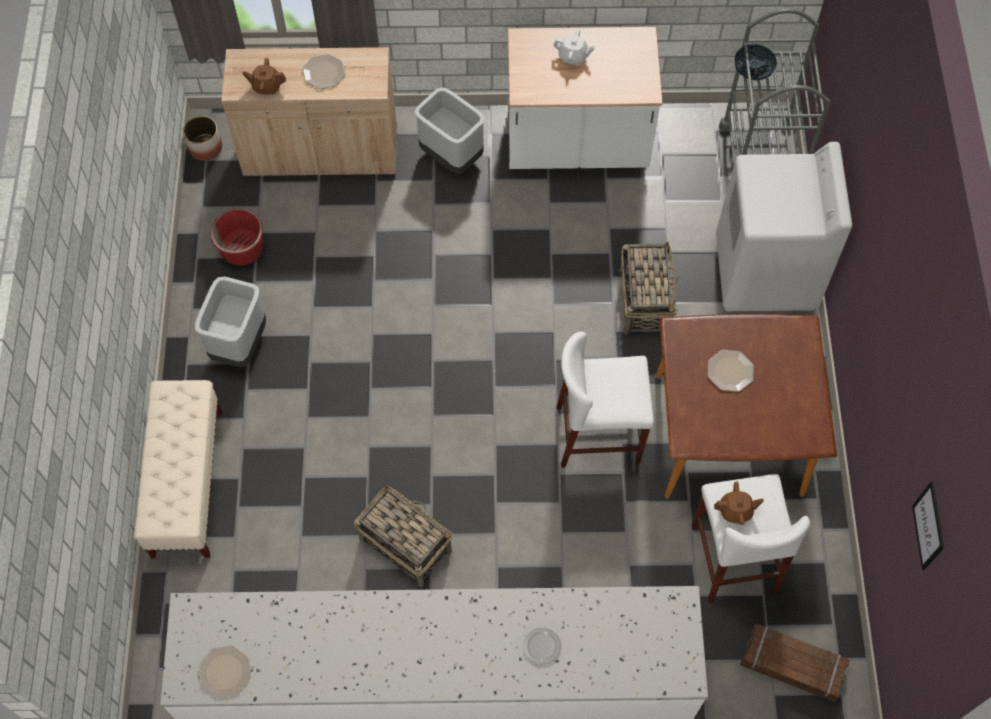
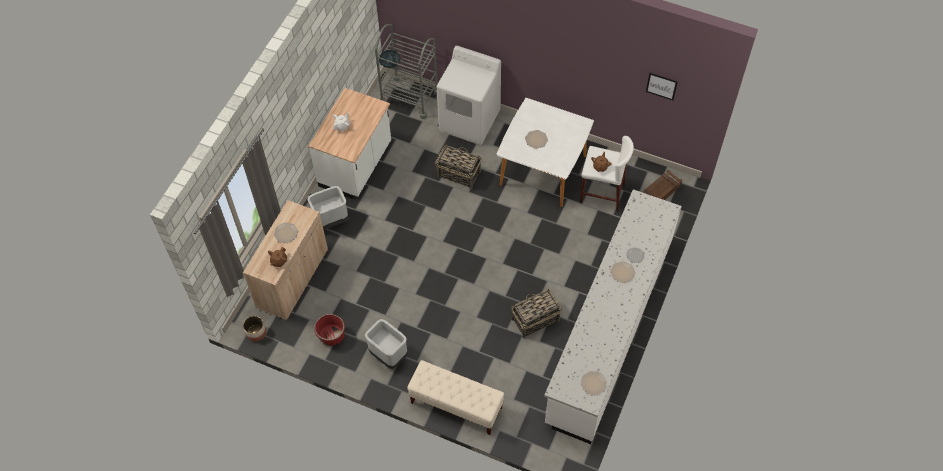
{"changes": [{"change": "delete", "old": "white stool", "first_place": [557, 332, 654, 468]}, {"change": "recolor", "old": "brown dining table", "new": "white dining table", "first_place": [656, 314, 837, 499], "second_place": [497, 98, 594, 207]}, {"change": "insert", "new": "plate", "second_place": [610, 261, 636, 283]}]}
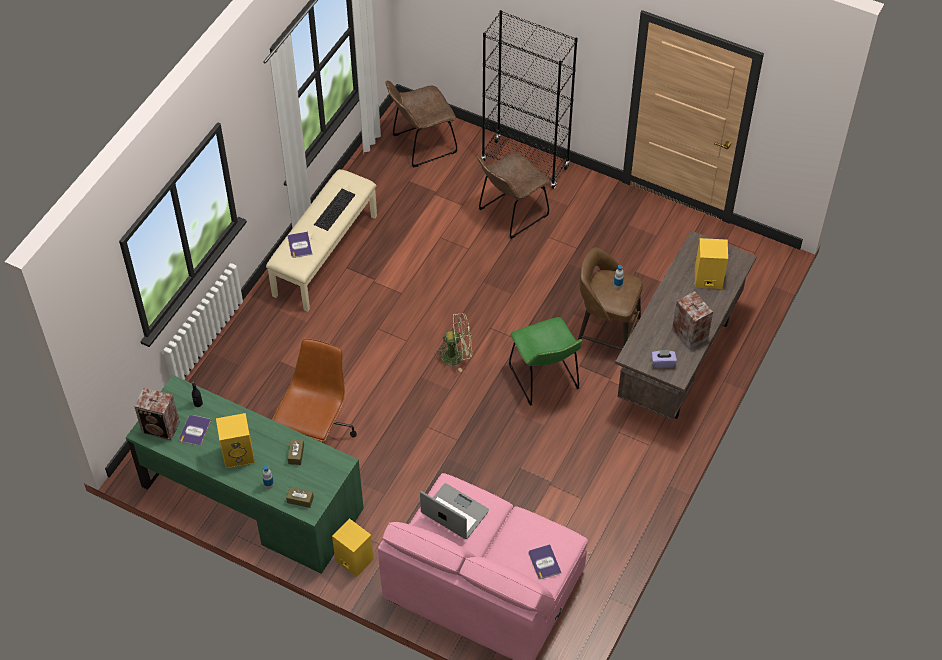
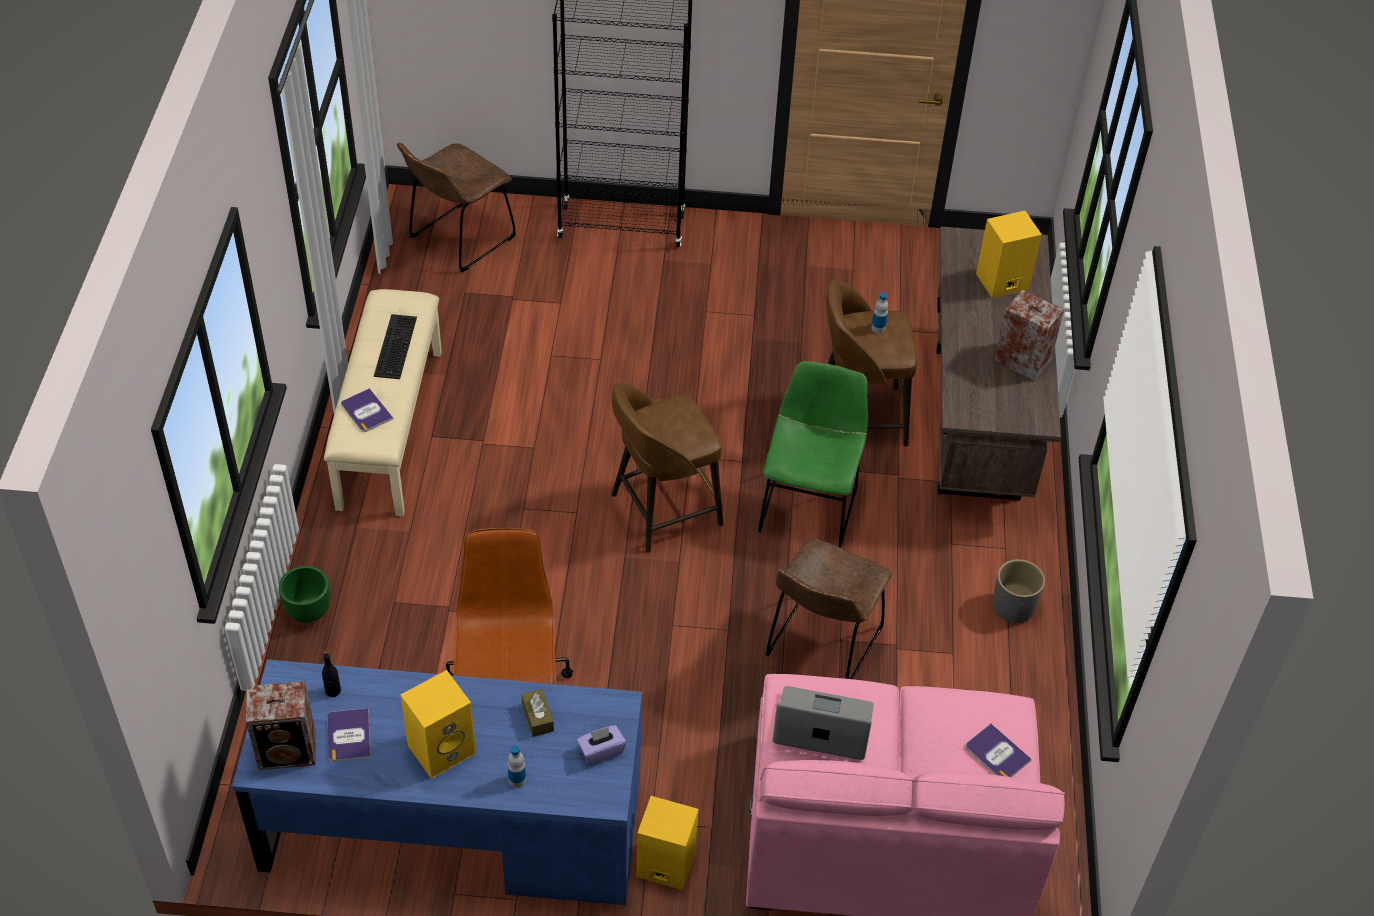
{"changes": [{"change": "recolor", "old": "green desk", "new": "blue desk", "first_place": [126, 375, 364, 574], "second_place": [232, 659, 642, 905]}, {"change": "delete", "old": "brown tissue box", "first_place": [286, 487, 314, 508]}, {"change": "replace", "old": "green fan", "new": "brown stool", "first_place": [434, 313, 472, 372], "second_place": [611, 383, 723, 553]}, {"change": "move", "old": "brown chair", "first_place": [477, 152, 550, 239], "second_place": [766, 538, 893, 679]}, {"change": "rotate", "old": "green chair", "first_place": [509, 317, 582, 406], "second_place": [758, 361, 868, 548], "degrees": -120}, {"change": "move", "old": "purple tissue box", "first_place": [652, 350, 677, 368], "second_place": [577, 725, 626, 765]}, {"change": "insert", "new": "green planter", "second_place": [279, 566, 330, 623]}, {"change": "insert", "new": "grey planter", "second_place": [993, 559, 1045, 624]}]}
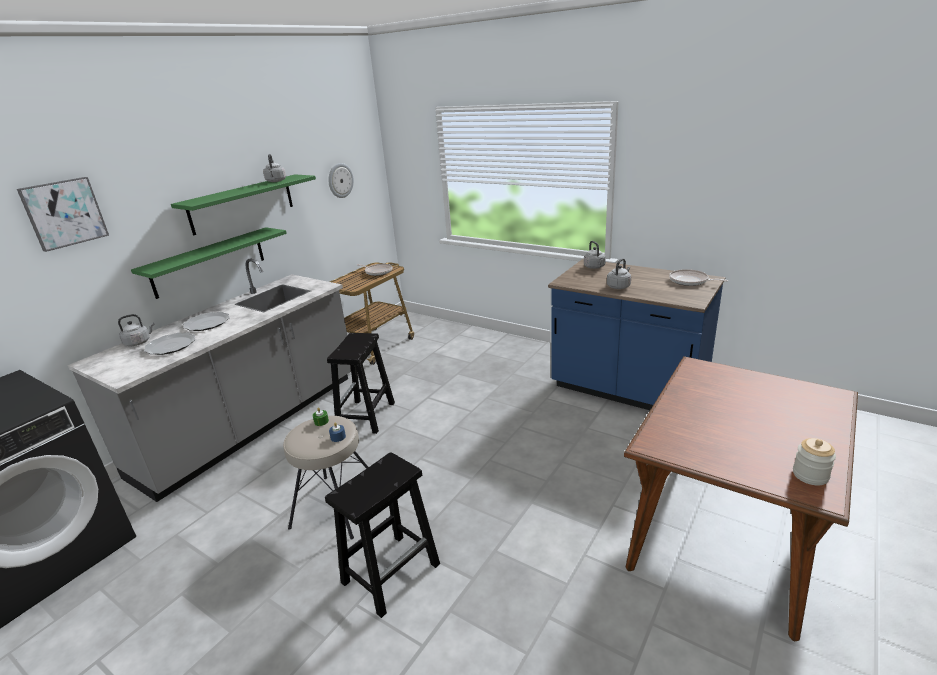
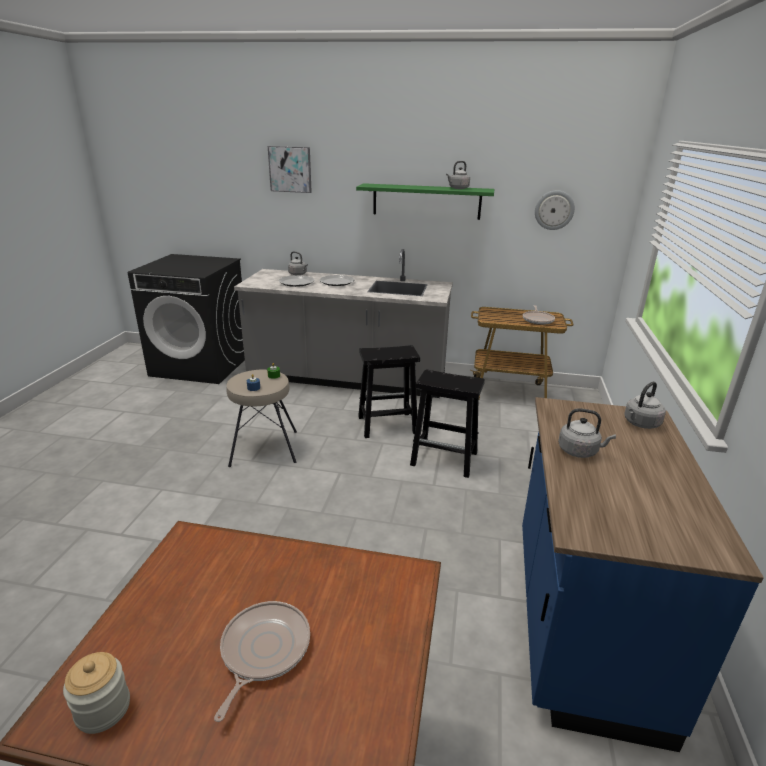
{"changes": [{"change": "delete", "old": "green shelf", "first_place": [131, 227, 287, 299]}, {"change": "move", "old": "black stool", "first_place": [325, 452, 440, 618], "second_place": [410, 369, 485, 478]}, {"change": "move", "old": "frying pan", "first_place": [669, 269, 728, 286], "second_place": [214, 601, 310, 722]}]}
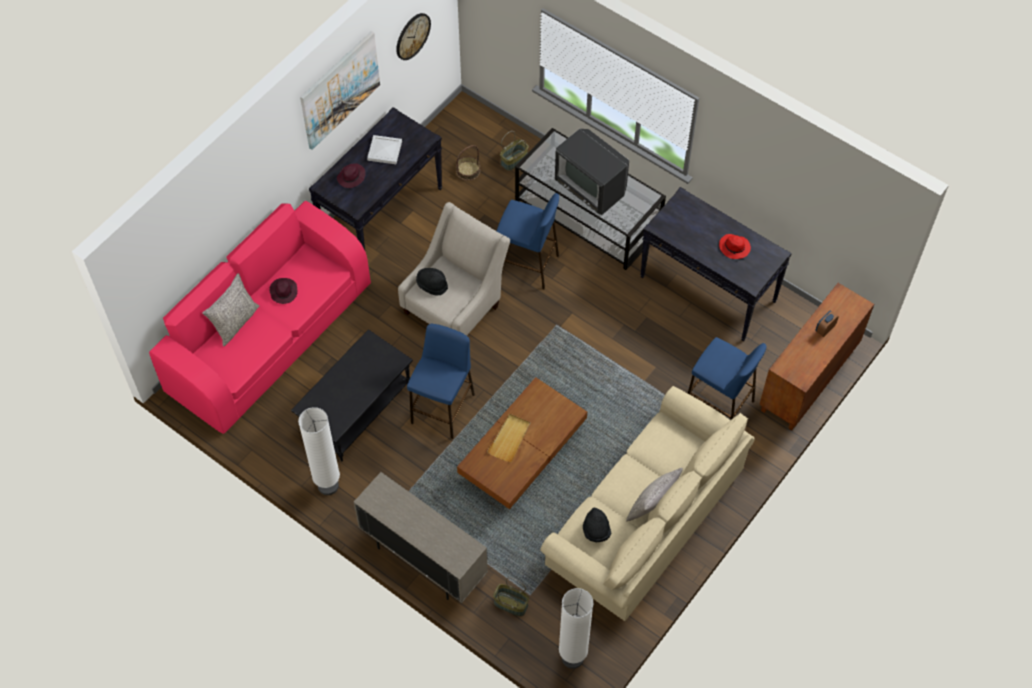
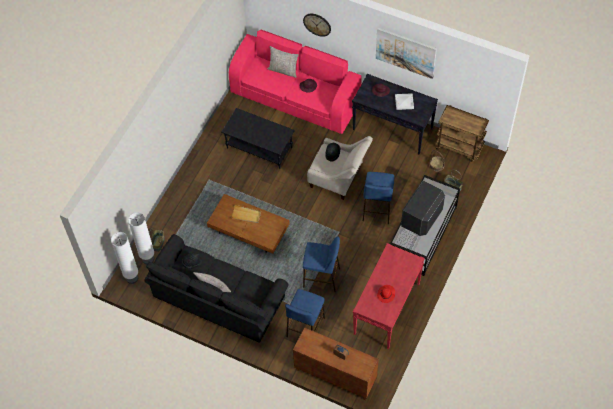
{"changes": [{"change": "move", "old": "white floor lamp", "first_place": [298, 407, 340, 495], "second_place": [128, 212, 154, 265]}, {"change": "delete", "old": "beige cabinet", "first_place": [354, 472, 488, 603]}, {"change": "move", "old": "wall clock", "first_place": [396, 13, 431, 60], "second_place": [303, 14, 331, 37]}, {"change": "move", "old": "blue stool", "first_place": [407, 324, 475, 439], "second_place": [303, 236, 340, 293]}, {"change": "recolor", "old": "beige sofa", "new": "black sofa", "first_place": [540, 386, 755, 621], "second_place": [144, 234, 289, 343]}, {"change": "recolor", "old": "black console table", "new": "red console table", "first_place": [640, 187, 792, 341], "second_place": [353, 243, 425, 349]}, {"change": "insert", "new": "brown cart", "second_place": [435, 105, 489, 162]}]}
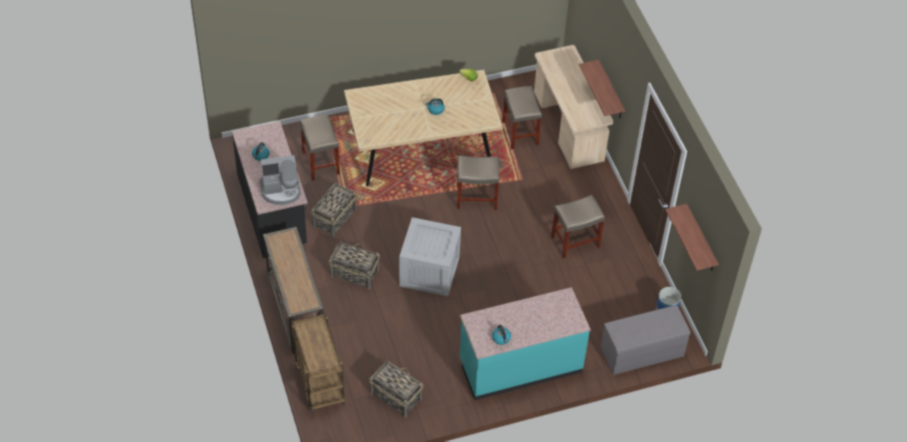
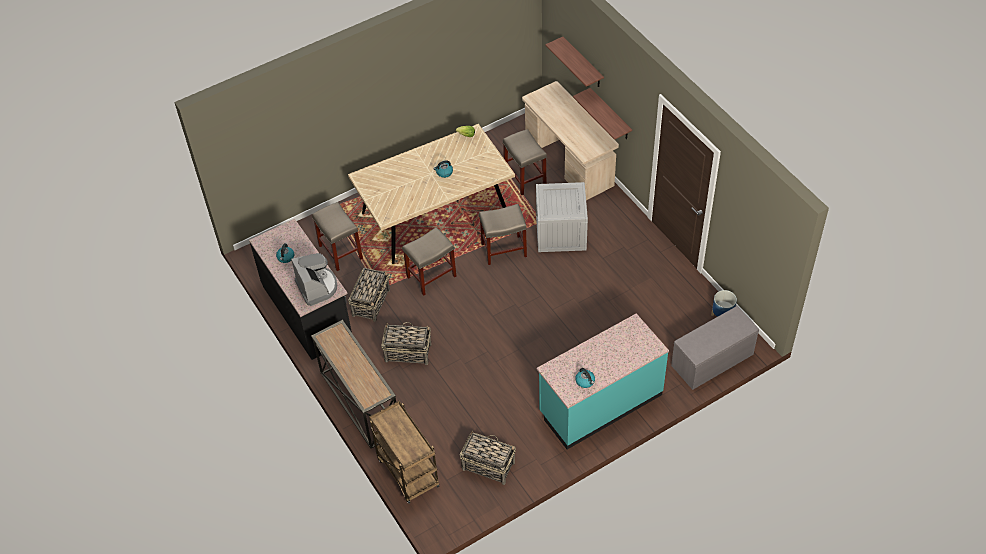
{"changes": [{"change": "rotate", "old": "coffee machine", "first_place": [259, 155, 301, 205], "second_place": [291, 253, 337, 306], "degrees": -90}, {"change": "move", "old": "crate", "first_place": [399, 217, 461, 296], "second_place": [536, 182, 588, 252]}, {"change": "move", "old": "beige stool", "first_place": [551, 195, 605, 258], "second_place": [402, 227, 456, 296]}, {"change": "move", "old": "shelf", "first_place": [665, 204, 719, 271], "second_place": [545, 37, 604, 87]}]}
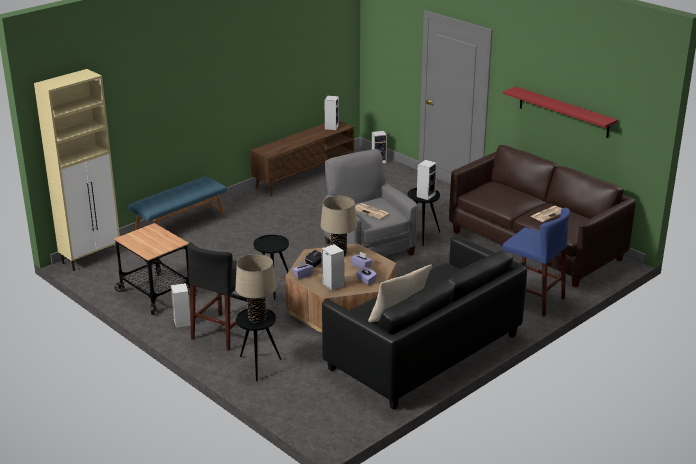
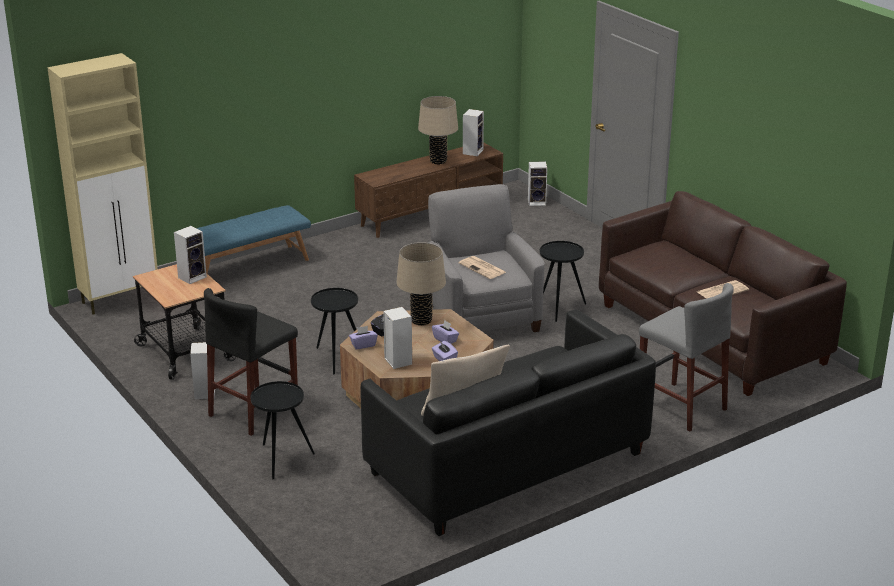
{"changes": [{"change": "move", "old": "beige table lamp", "first_place": [235, 254, 277, 323], "second_place": [418, 96, 458, 164]}, {"change": "move", "old": "speaker", "first_place": [417, 160, 437, 200], "second_place": [174, 226, 207, 284]}, {"change": "delete", "old": "red shelf", "first_place": [503, 86, 618, 138]}, {"change": "recolor", "old": "blue stool", "new": "grey stool", "first_place": [503, 208, 571, 317], "second_place": [639, 283, 734, 432]}]}
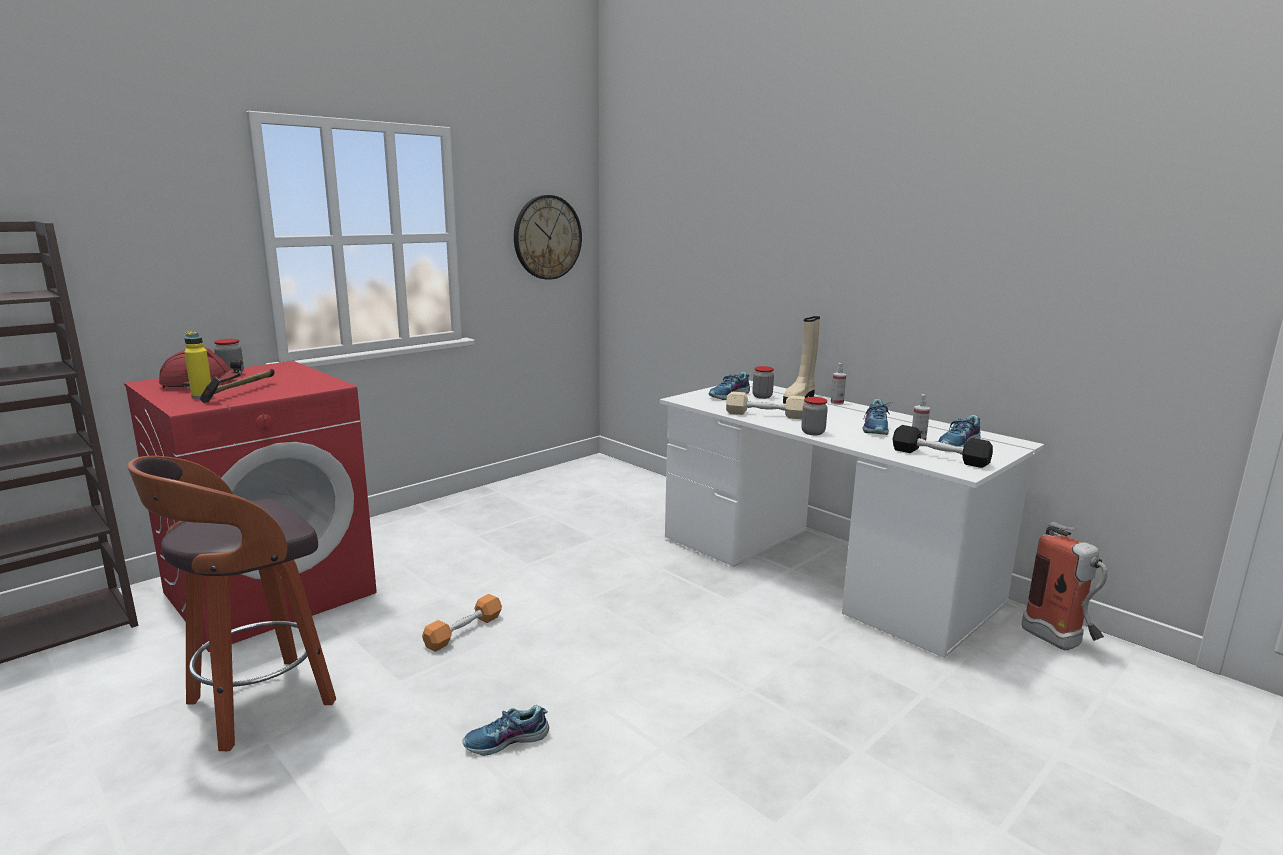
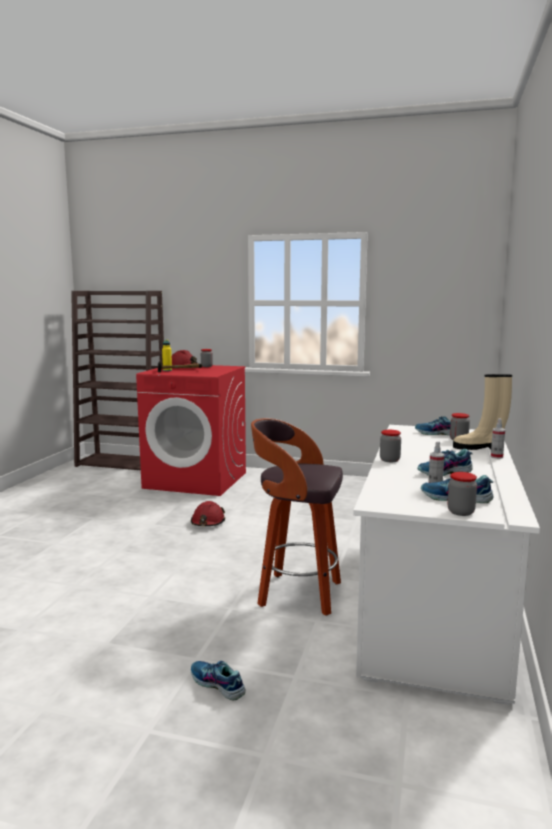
{"changes": [{"change": "move", "old": "stool", "first_place": [127, 456, 336, 752], "second_place": [251, 418, 343, 616]}, {"change": "replace", "old": "orange dumbbell", "new": "red hard hat", "first_place": [422, 594, 502, 652], "second_place": [191, 501, 225, 526]}, {"change": "move", "old": "shoe", "first_place": [463, 705, 549, 756], "second_place": [191, 661, 246, 701]}, {"change": "delete", "old": "wall clock", "first_place": [514, 195, 582, 280]}, {"change": "delete", "old": "beige dumbbell", "first_place": [726, 392, 806, 419]}, {"change": "delete", "old": "black dumbbell", "first_place": [892, 425, 993, 468]}, {"change": "delete", "old": "fire extinguisher", "first_place": [1022, 522, 1107, 650]}, {"change": "insert", "new": "jar", "second_place": [448, 472, 477, 516]}]}
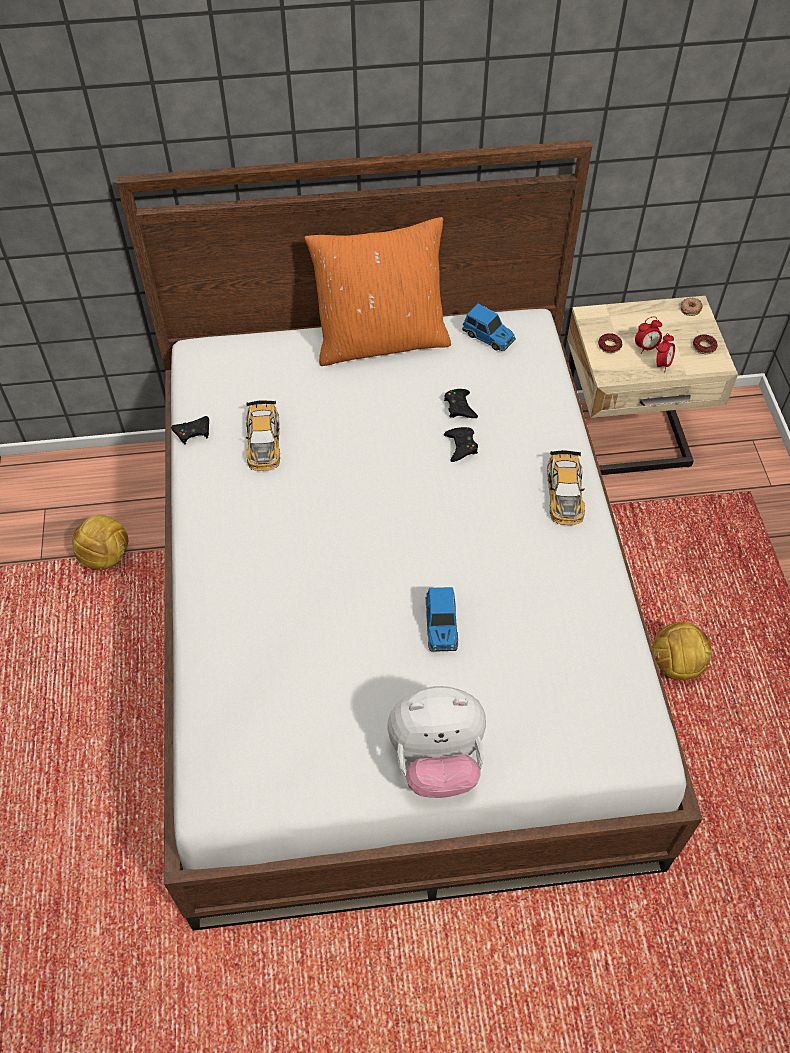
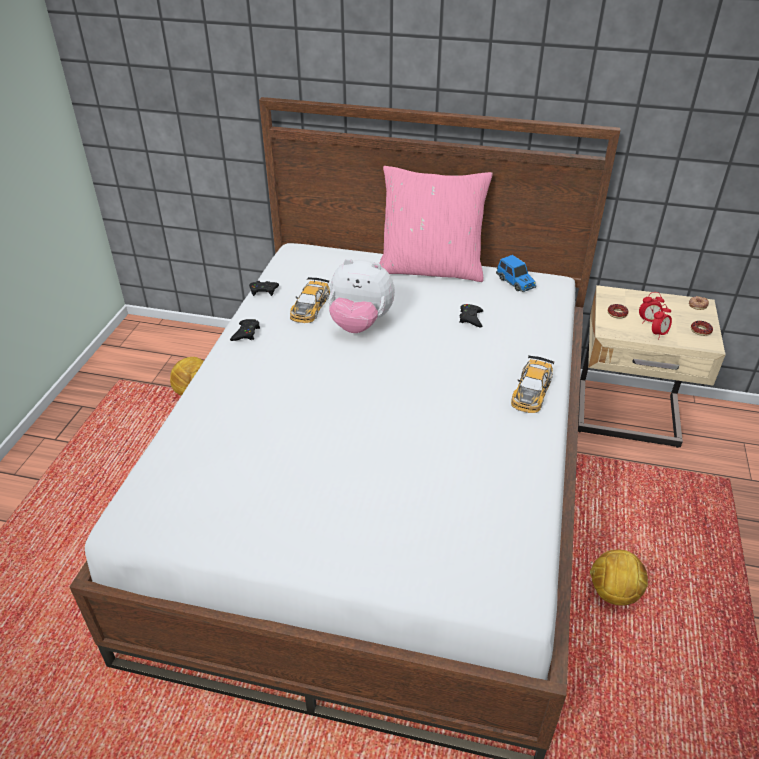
{"changes": [{"change": "recolor", "old": "orange pillow", "new": "pink pillow", "first_place": [305, 217, 451, 366], "second_place": [379, 166, 493, 282]}, {"change": "move", "old": "plush toy", "first_place": [387, 686, 486, 798], "second_place": [328, 258, 395, 333]}, {"change": "delete", "old": "toy car", "first_place": [426, 587, 458, 652]}, {"change": "move", "old": "black game controller", "first_place": [444, 427, 478, 462], "second_place": [230, 319, 260, 341]}]}
